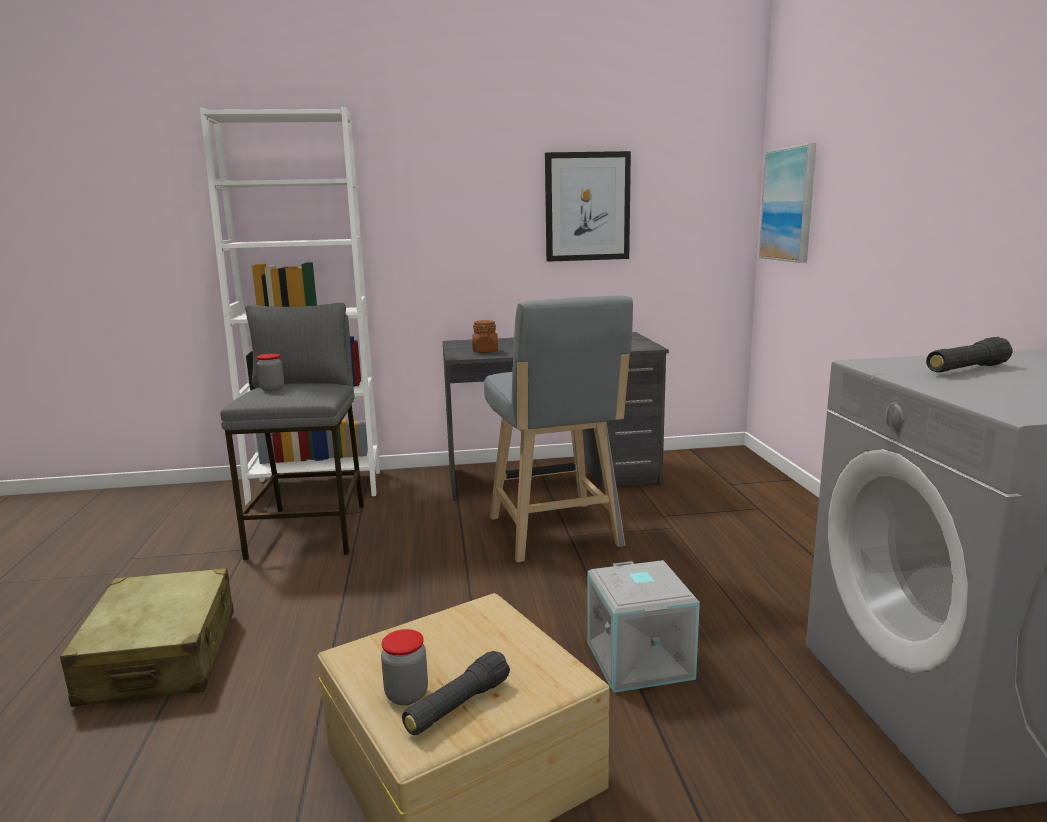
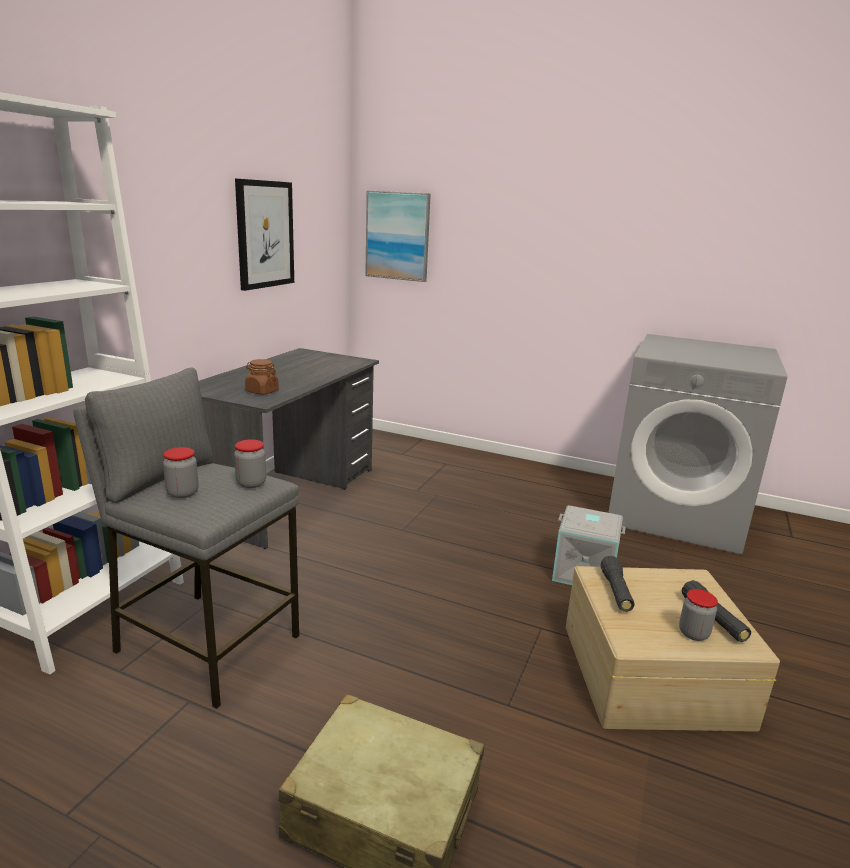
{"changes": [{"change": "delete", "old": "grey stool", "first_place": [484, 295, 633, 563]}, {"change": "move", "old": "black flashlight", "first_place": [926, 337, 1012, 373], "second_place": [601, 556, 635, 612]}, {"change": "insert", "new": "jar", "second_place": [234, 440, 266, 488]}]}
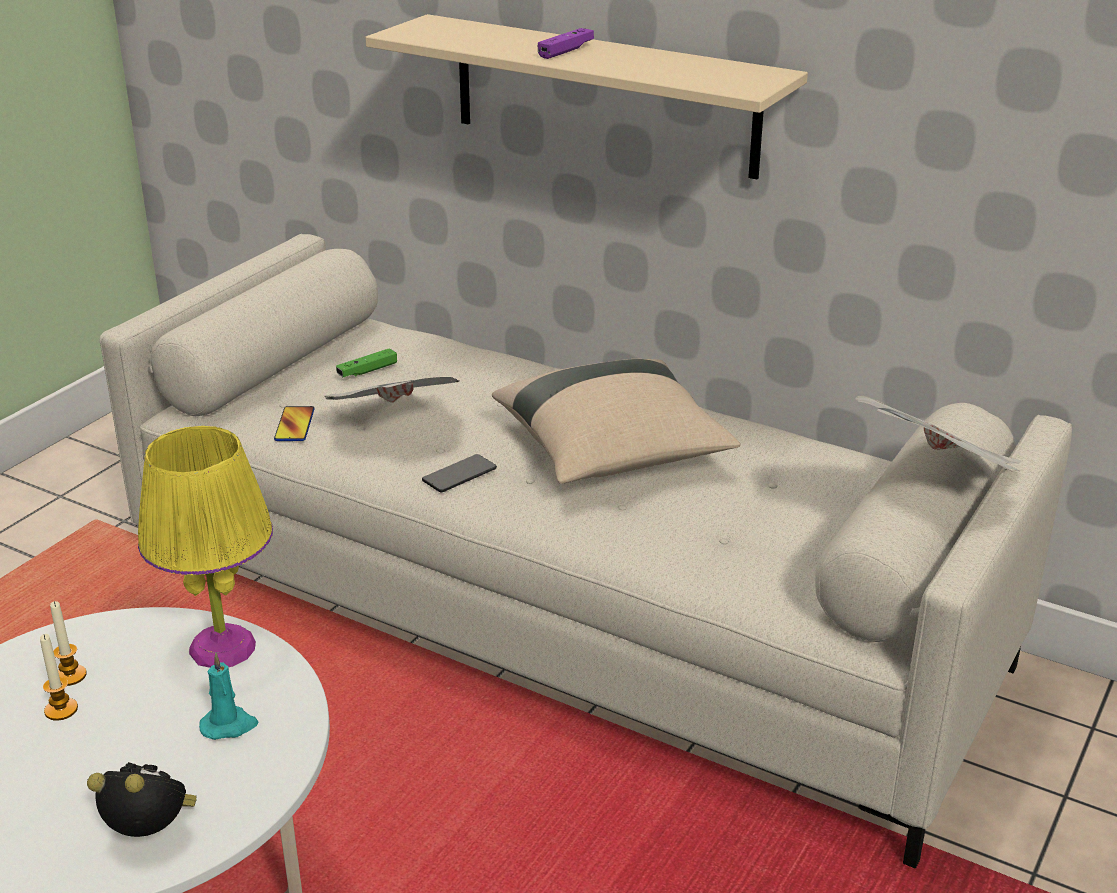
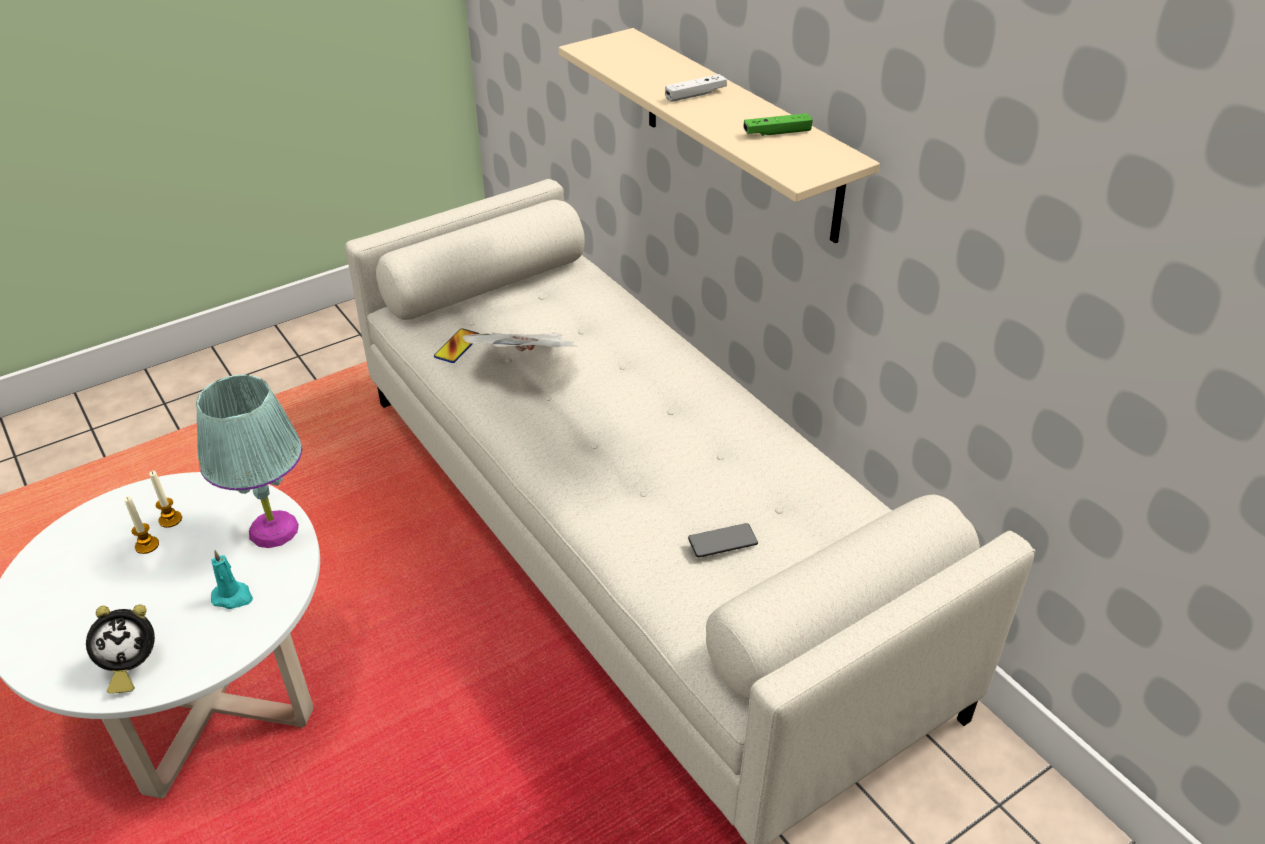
{"changes": [{"change": "rotate", "old": "alarm clock", "first_place": [87, 762, 197, 837], "second_place": [86, 604, 155, 694], "degrees": 120}, {"change": "recolor", "old": "yellow table lamp", "new": "turquoise table lamp", "first_place": [138, 426, 273, 668], "second_place": [196, 375, 302, 548]}, {"change": "move", "old": "green game controller", "first_place": [336, 348, 397, 377], "second_place": [743, 113, 813, 136]}, {"change": "move", "old": "phone", "first_place": [422, 454, 497, 493], "second_place": [688, 523, 758, 558]}, {"change": "delete", "old": "beige pillow", "first_place": [492, 359, 741, 484]}, {"change": "recolor", "old": "purple game controller", "new": "white game controller", "first_place": [538, 28, 594, 59], "second_place": [665, 74, 727, 102]}, {"change": "delete", "old": "newspaper", "first_place": [856, 396, 1021, 471]}]}
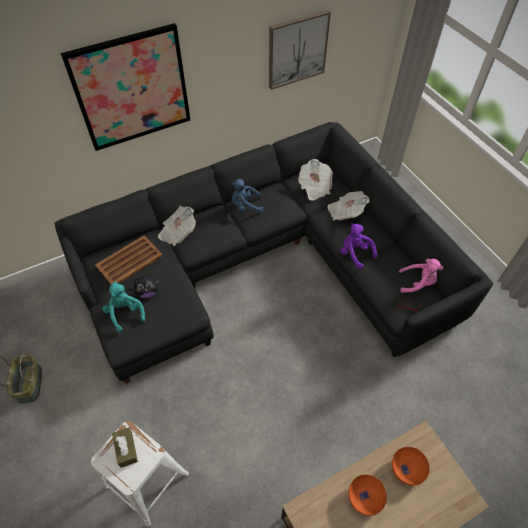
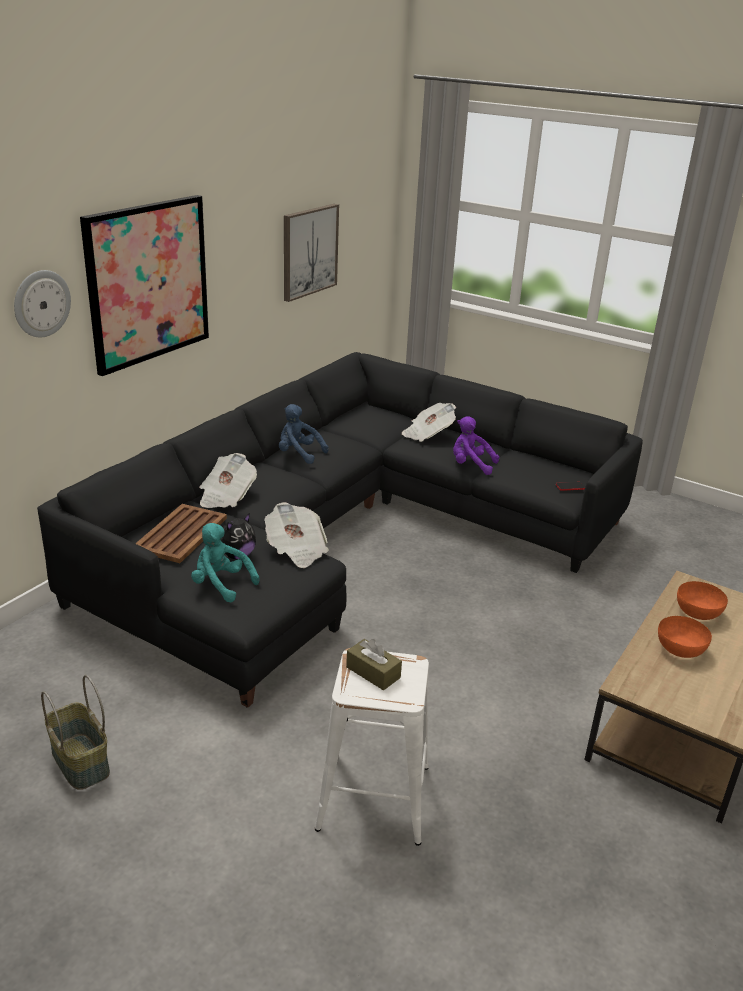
{"changes": [{"change": "rotate", "old": "blue plush toy", "first_place": [231, 179, 263, 213], "second_place": [279, 404, 329, 464], "degrees": 60}, {"change": "move", "old": "newspaper", "first_place": [298, 159, 333, 201], "second_place": [264, 502, 329, 568]}, {"change": "delete", "old": "pink plush toy", "first_place": [399, 259, 443, 293]}, {"change": "insert", "new": "wall clock", "second_place": [14, 270, 71, 337]}]}
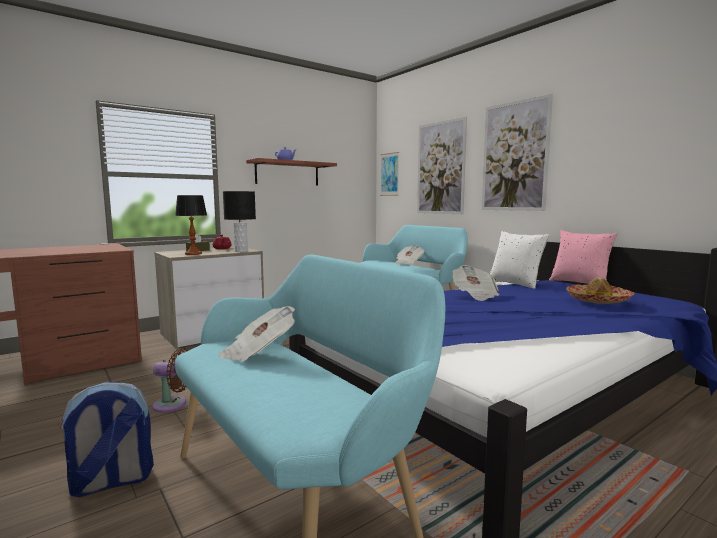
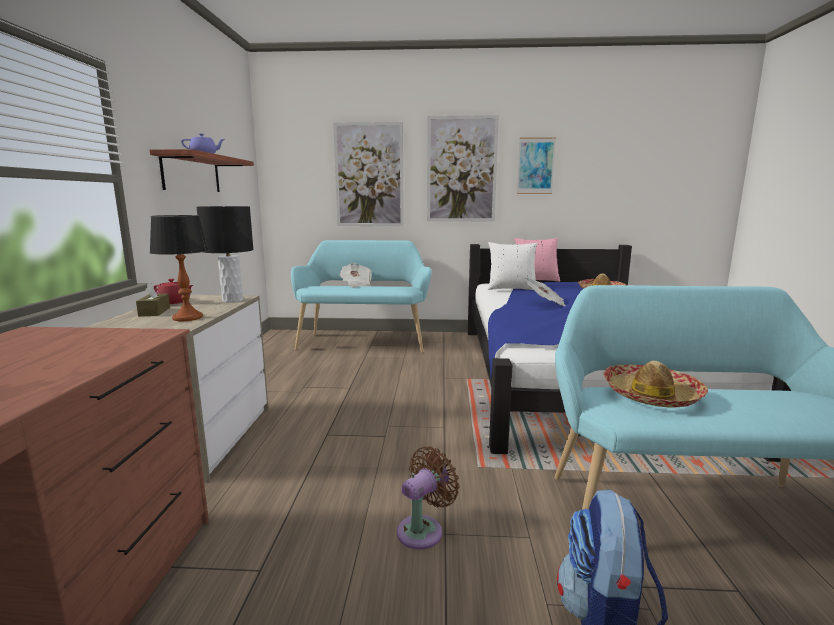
{"changes": [{"change": "replace", "old": "newspaper", "new": "hat", "first_place": [219, 306, 295, 362], "second_place": [603, 361, 708, 408]}, {"change": "move", "old": "picture", "first_place": [380, 152, 399, 196], "second_place": [517, 137, 556, 194]}]}
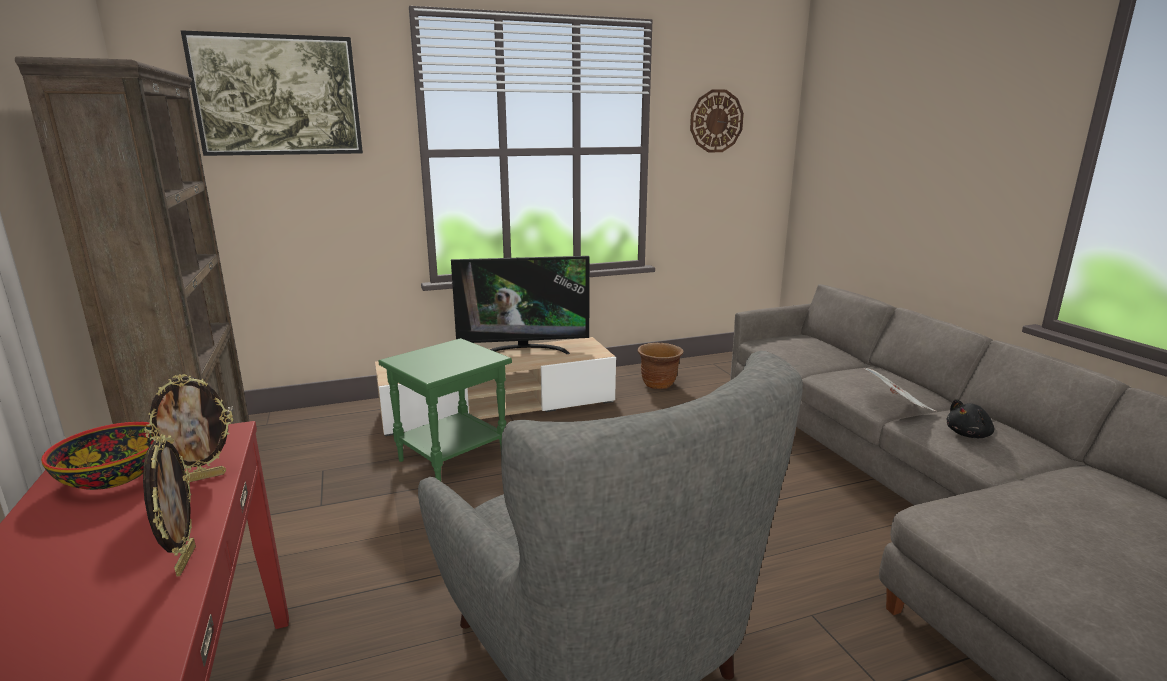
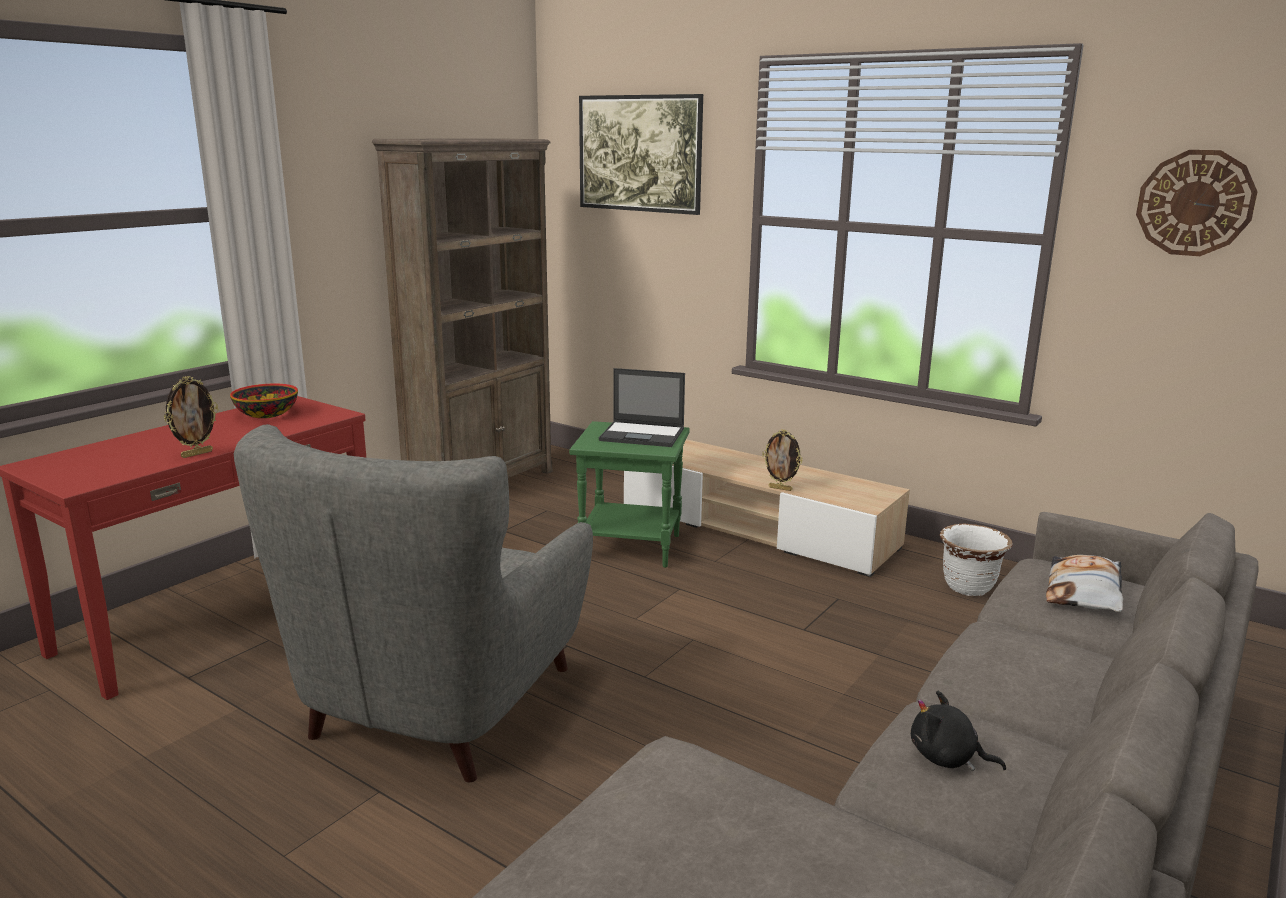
{"changes": [{"change": "move", "old": "picture frame", "first_place": [144, 374, 233, 482], "second_place": [762, 429, 802, 491]}, {"change": "delete", "old": "television", "first_place": [451, 256, 590, 354]}, {"change": "recolor", "old": "brown planter", "new": "white planter", "first_place": [638, 343, 684, 389], "second_place": [940, 524, 1013, 596]}, {"change": "delete", "old": "newspaper", "first_place": [863, 368, 936, 411]}, {"change": "insert", "new": "laptop", "second_place": [599, 368, 685, 447]}, {"change": "insert", "new": "pillow", "second_place": [1046, 555, 1123, 612]}]}
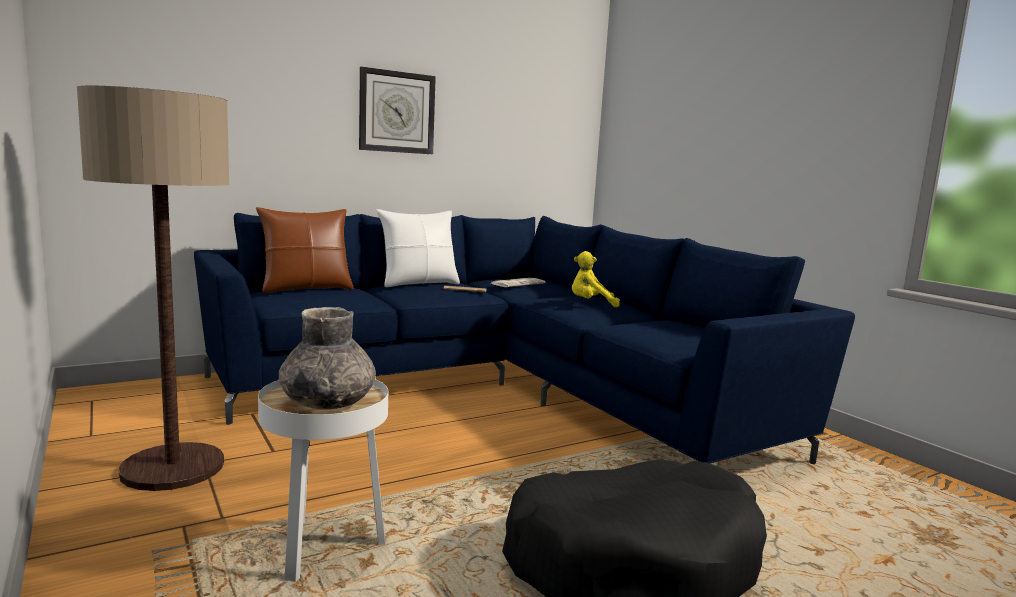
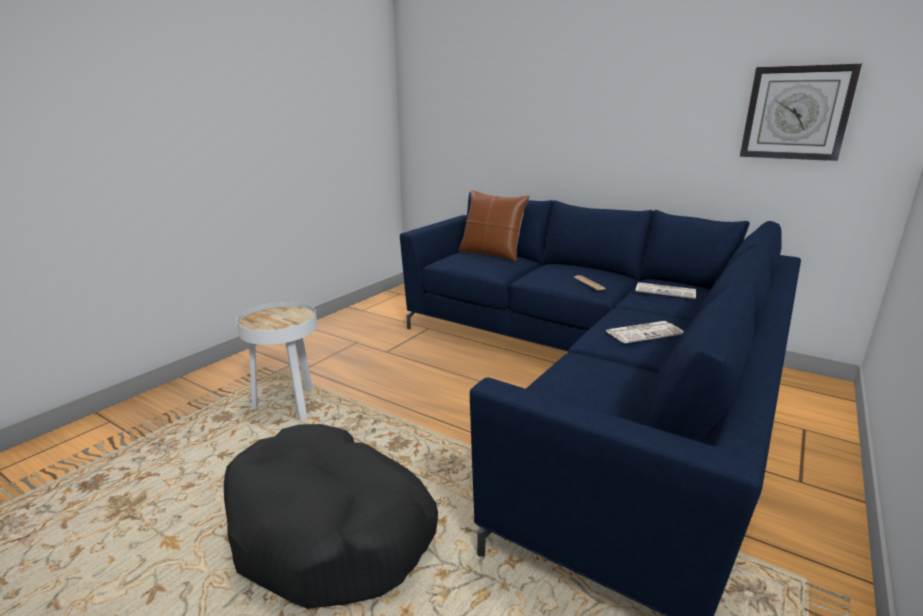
{"changes": [{"change": "delete", "old": "floor lamp", "first_place": [77, 86, 230, 491]}, {"change": "delete", "old": "grey vase", "first_place": [279, 307, 376, 410]}, {"change": "move", "old": "wall clock", "first_place": [359, 66, 436, 154], "second_place": [740, 64, 862, 161]}, {"change": "delete", "old": "white pillow", "first_place": [376, 209, 460, 287]}, {"change": "replace", "old": "yellow plush toy", "new": "newspaper", "first_place": [572, 251, 620, 307], "second_place": [606, 321, 684, 343]}]}
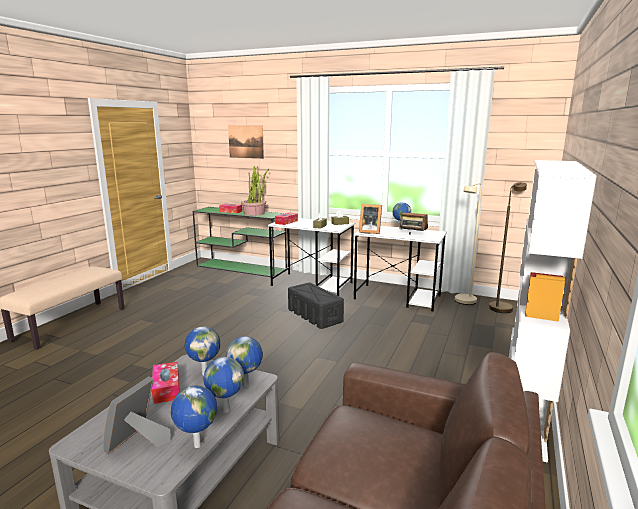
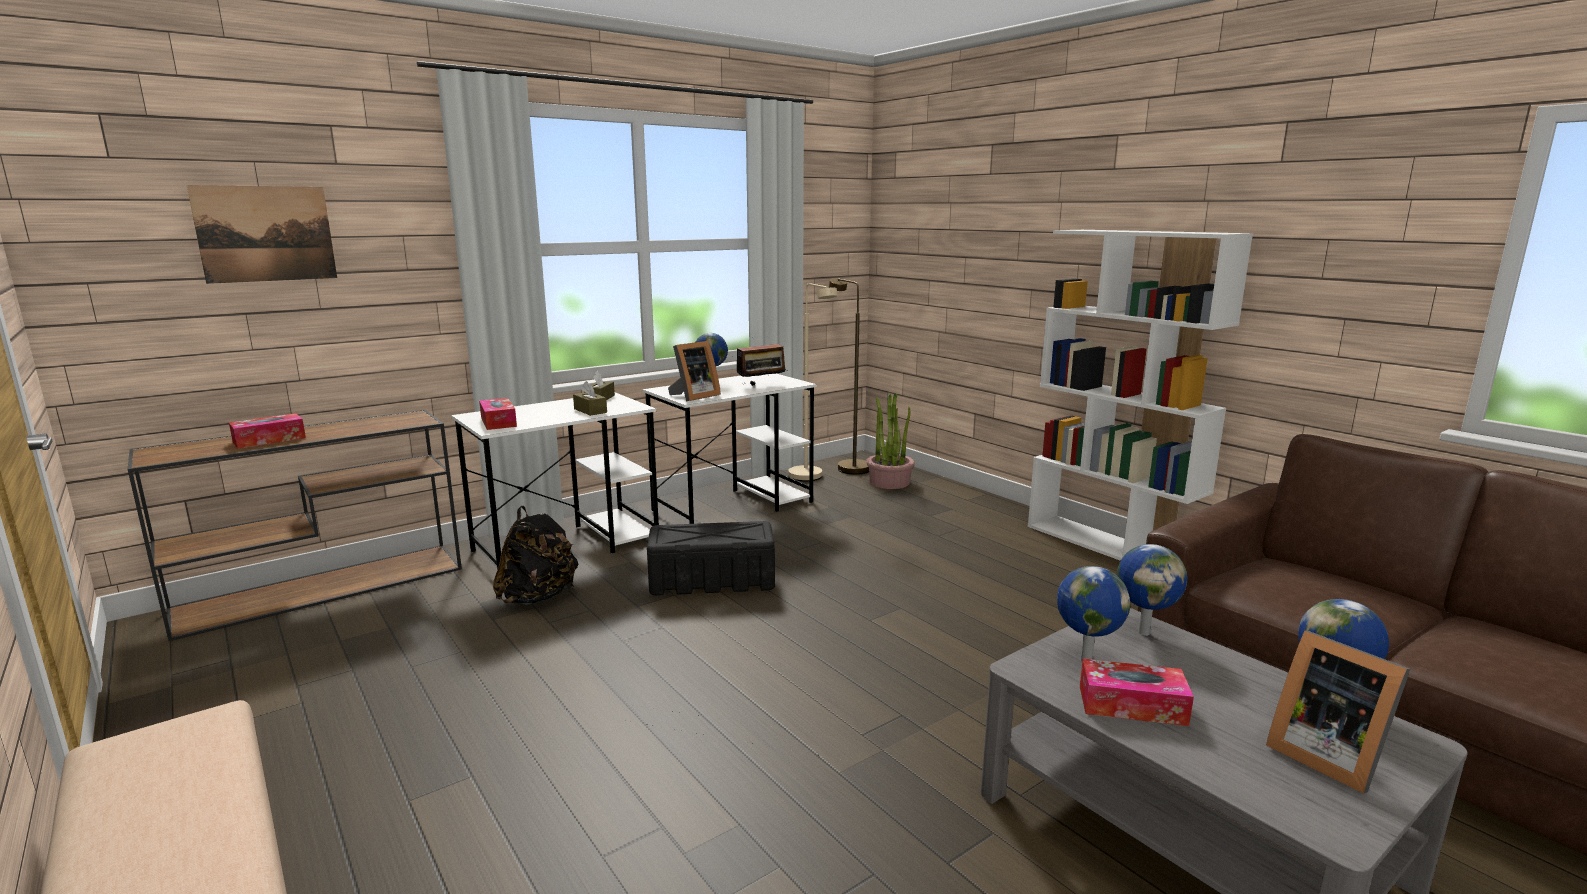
{"changes": [{"change": "recolor", "old": "green console table", "new": "brown console table", "first_place": [193, 207, 287, 277], "second_place": [128, 410, 462, 641]}, {"change": "delete", "old": "globe", "first_place": [203, 357, 244, 413]}, {"change": "move", "old": "potted plant", "first_place": [241, 166, 269, 216], "second_place": [866, 393, 915, 489]}, {"change": "insert", "new": "black backpack", "second_place": [493, 506, 578, 605]}]}
